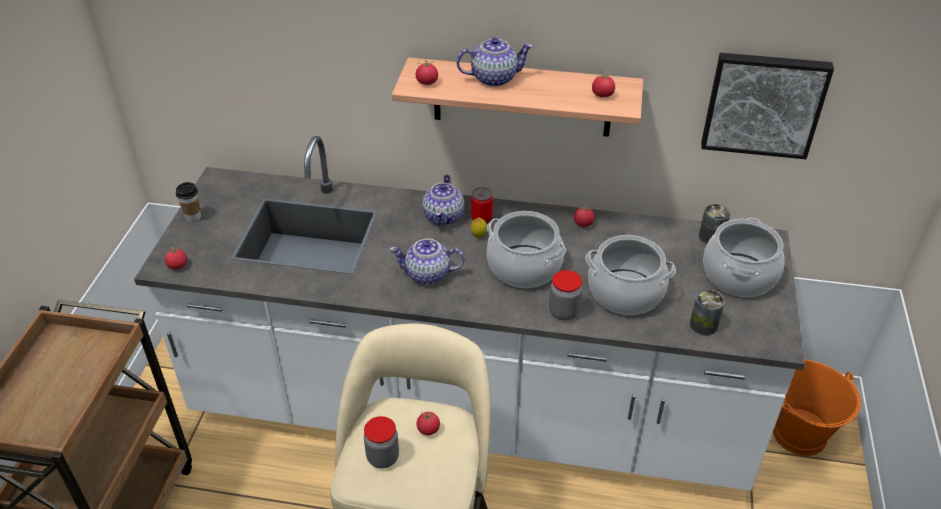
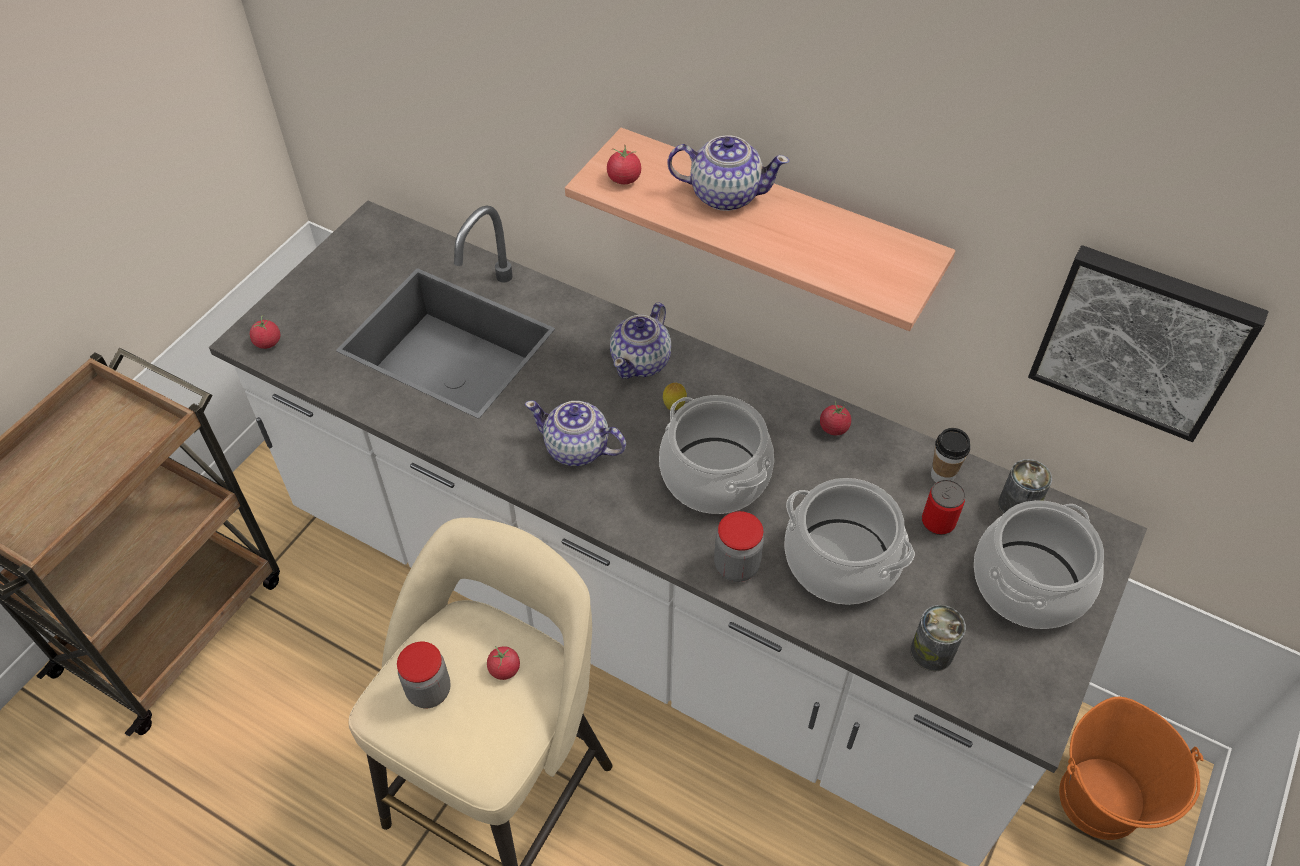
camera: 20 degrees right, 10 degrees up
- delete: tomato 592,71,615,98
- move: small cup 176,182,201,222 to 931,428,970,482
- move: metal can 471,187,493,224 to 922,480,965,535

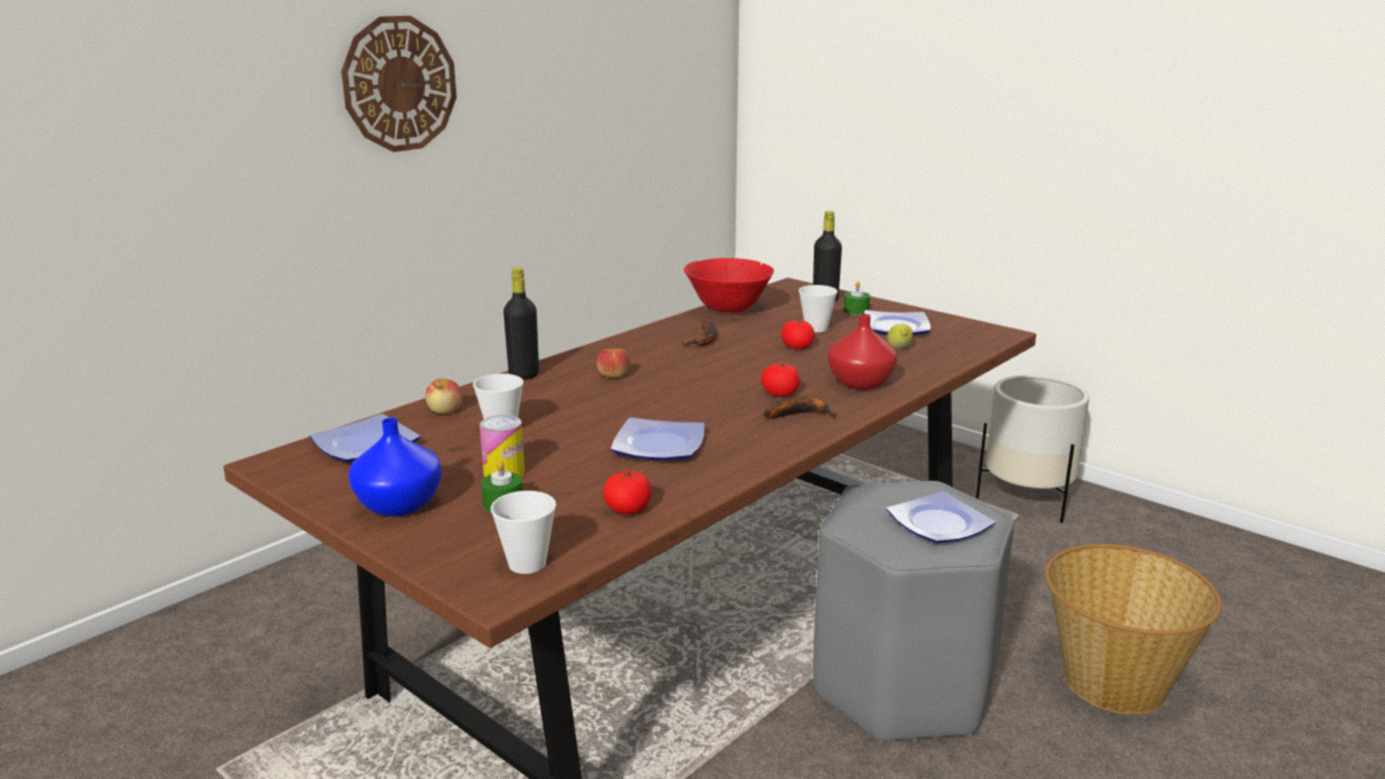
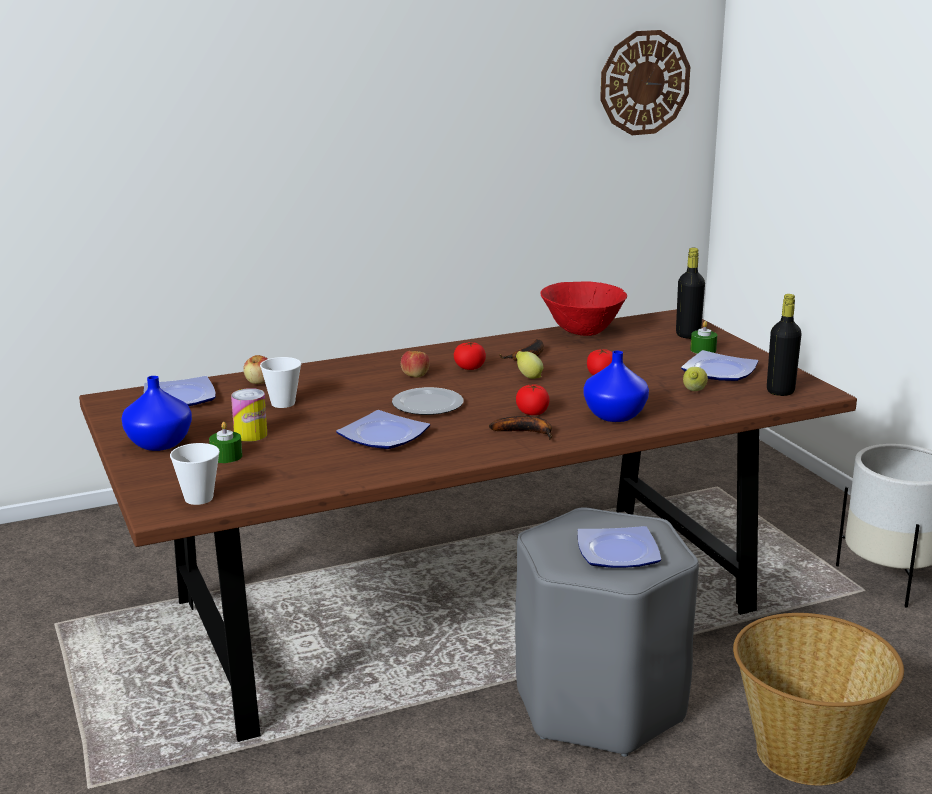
camera: 25 degrees right, 0 degrees up
- delete: small cup 799,285,838,332
- insert: flat dish 392,387,463,415
- insert: whole lemon 516,351,543,379
- move: wall clock 341,16,457,152 to 600,30,690,135
- move: black-coloured drink bottle 503,268,539,380 to 767,294,802,396
- move: tomato 603,470,652,515 to 454,342,486,370
- recolor: red vase 828,314,898,390 to bluish vase 584,351,649,422

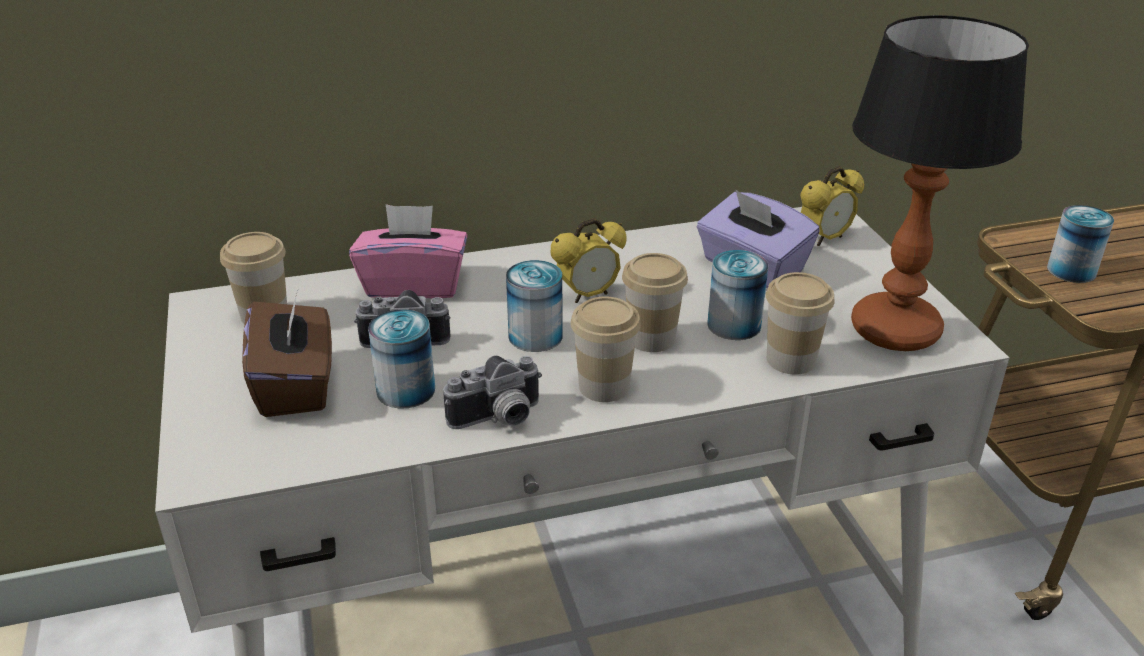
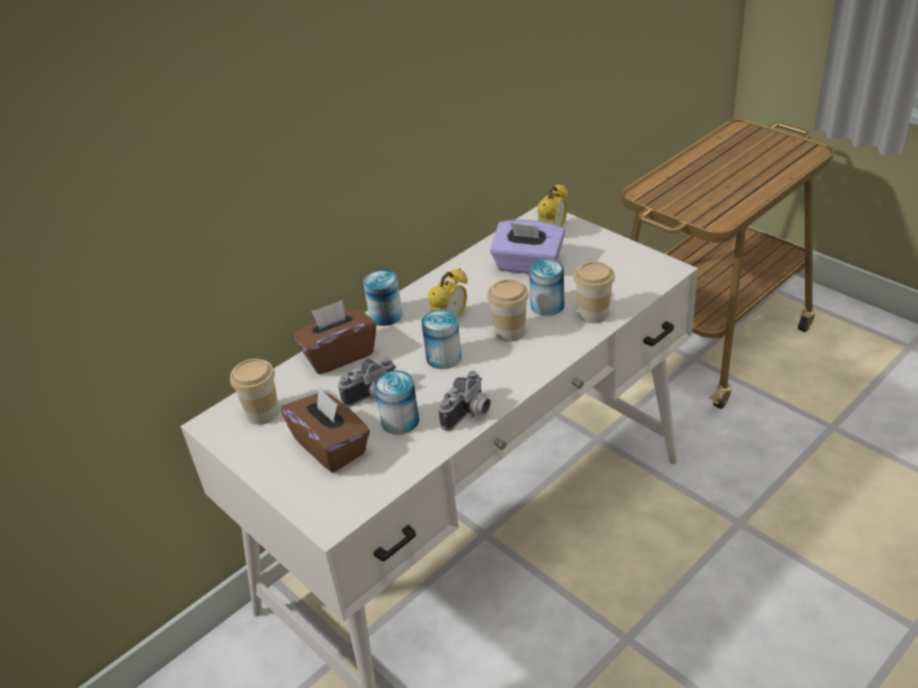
camera: 25 degrees left, 5 degrees up
- delete: small cup 570,296,641,402
- delete: lamp for a table 851,15,1029,351
- move: metal can 1047,205,1114,283 to 363,270,403,326
- recolor: pinkish box of tissues 349,204,467,298 to brownish box of tissues 293,300,376,374

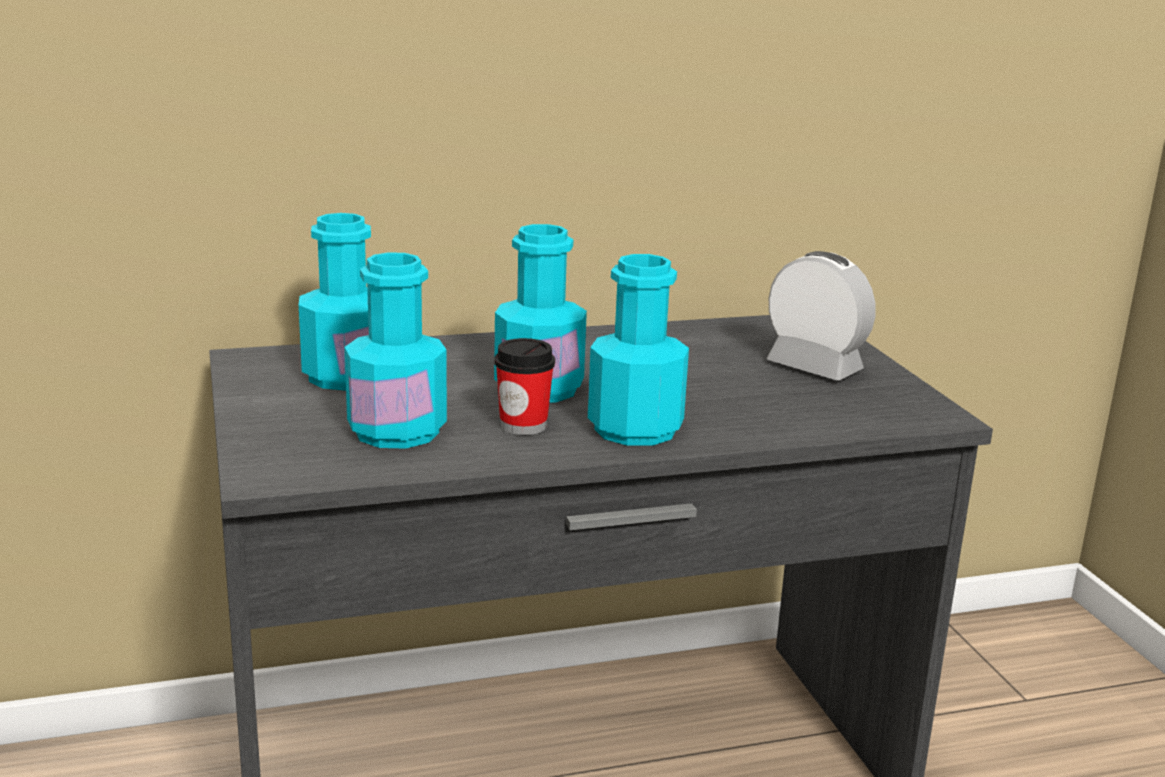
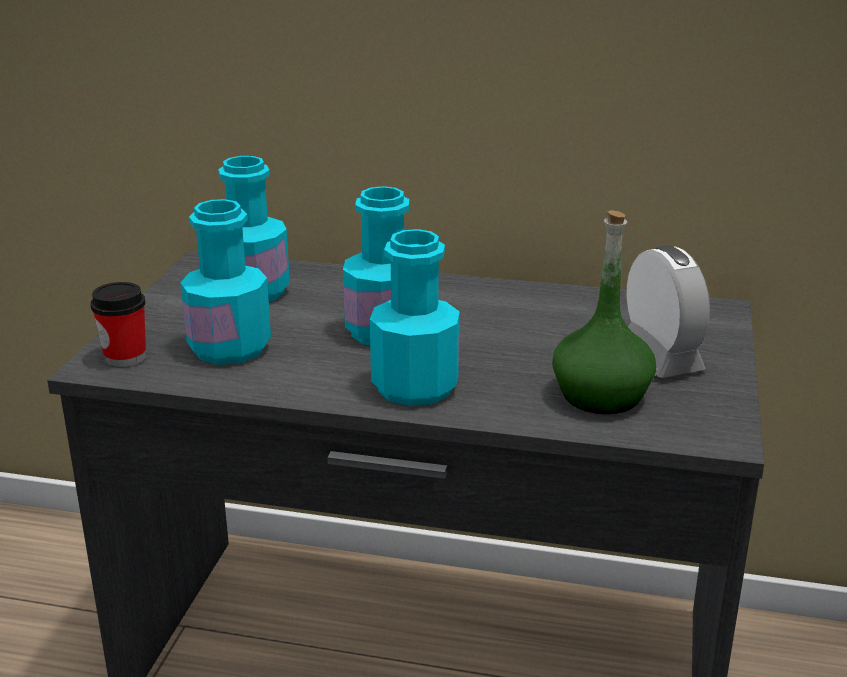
camera: 30 degrees right, 5 degrees up
- insert: green-coloured drink bottle 552,210,656,414
- move: small cup 494,338,555,435 to 90,282,146,367

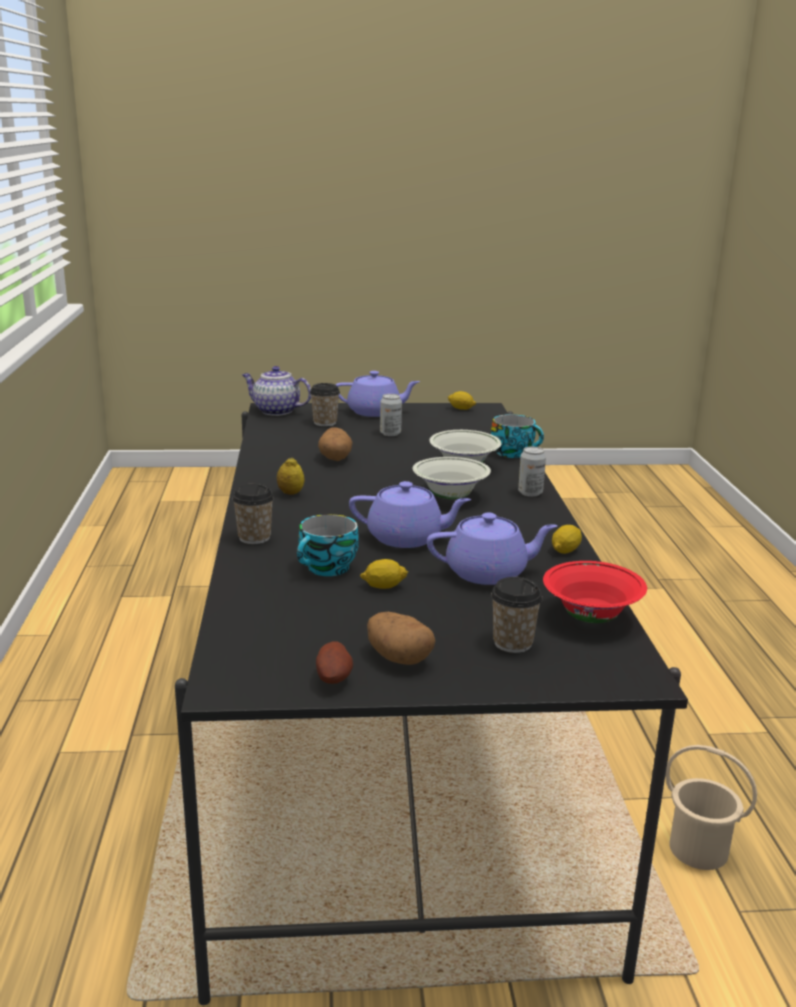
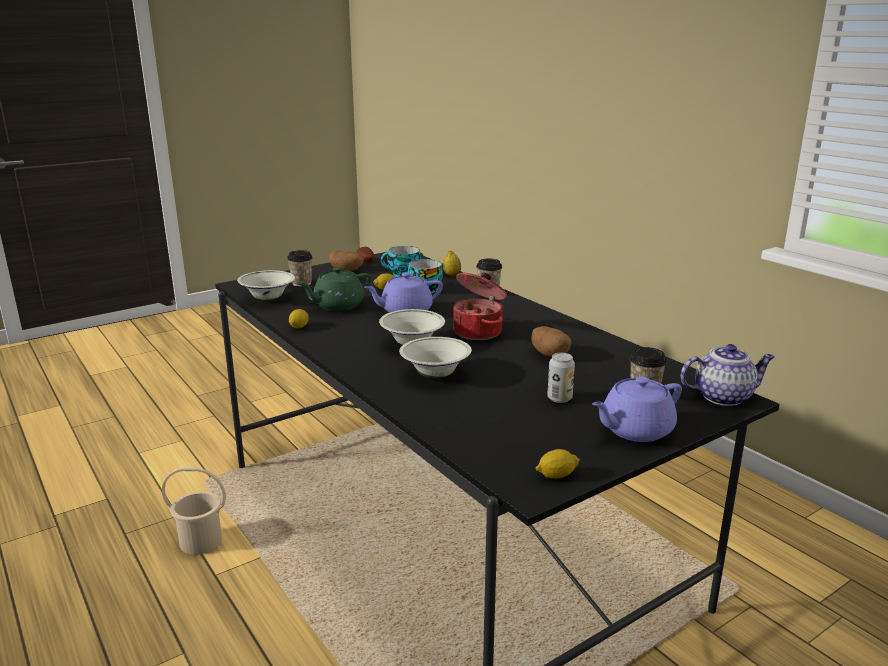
camera: 150 degrees right, 0 degrees up
- delete: metal can 518,446,546,497
- insert: saucepot 453,273,507,340
- move: whole lemon 277,458,305,495 to 443,251,461,276
- move: small cup 491,414,544,458 to 381,246,421,277
- recolor: purple-coloured teapot 427,513,558,585 to green-coloured teapot 298,267,371,311
- recolor: red deep dish 543,561,647,623 to white deep dish 237,270,295,301

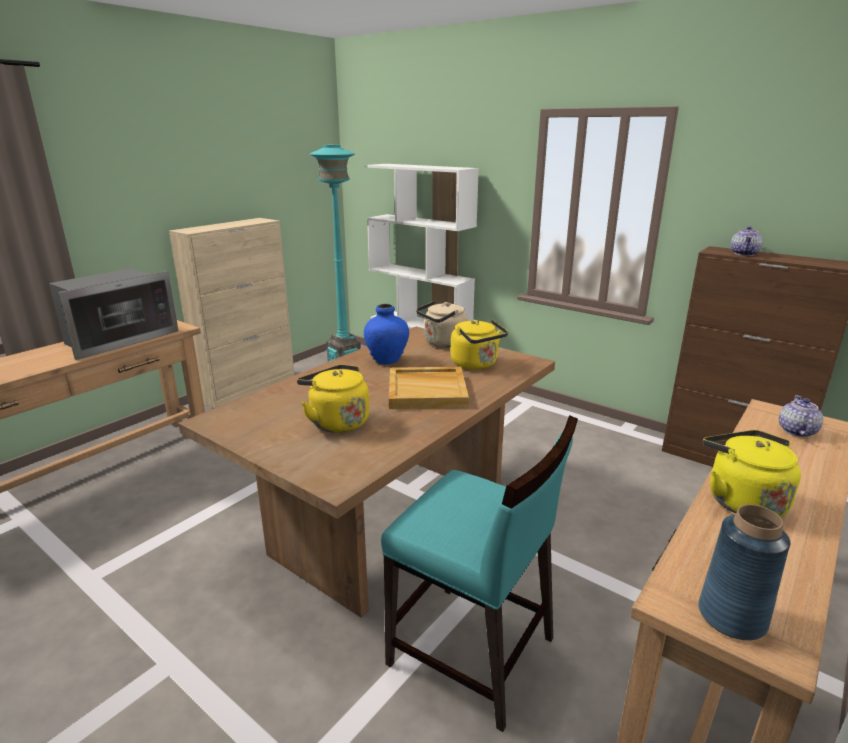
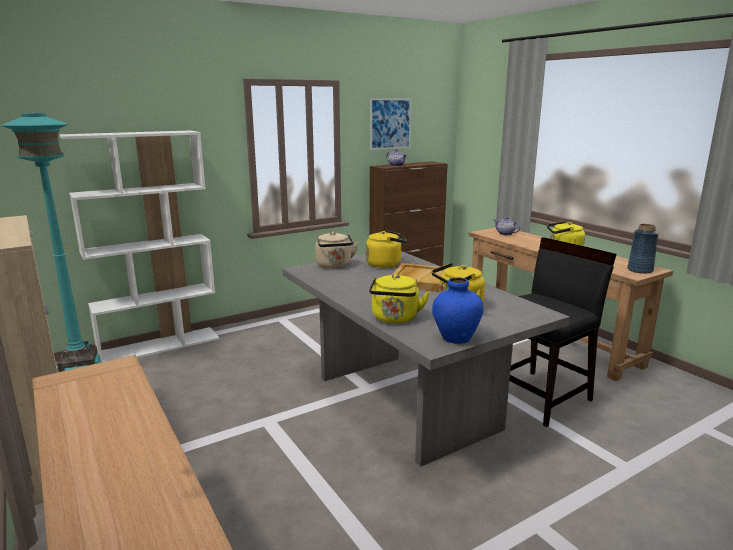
camera: 70 degrees left, 5 degrees down
- delete: microwave oven 49,268,179,360
- insert: yellowish kettle 369,274,430,324
- insert: wall picture 370,98,411,150
- move: bluish vase 364,304,409,365 to 432,278,483,344
- recolor: brownish dinner table 178,327,555,618 to gray dinner table 282,251,570,467
- recolor: turquoise plain chair 381,415,578,732 to black-coloured plain chair 510,237,617,427

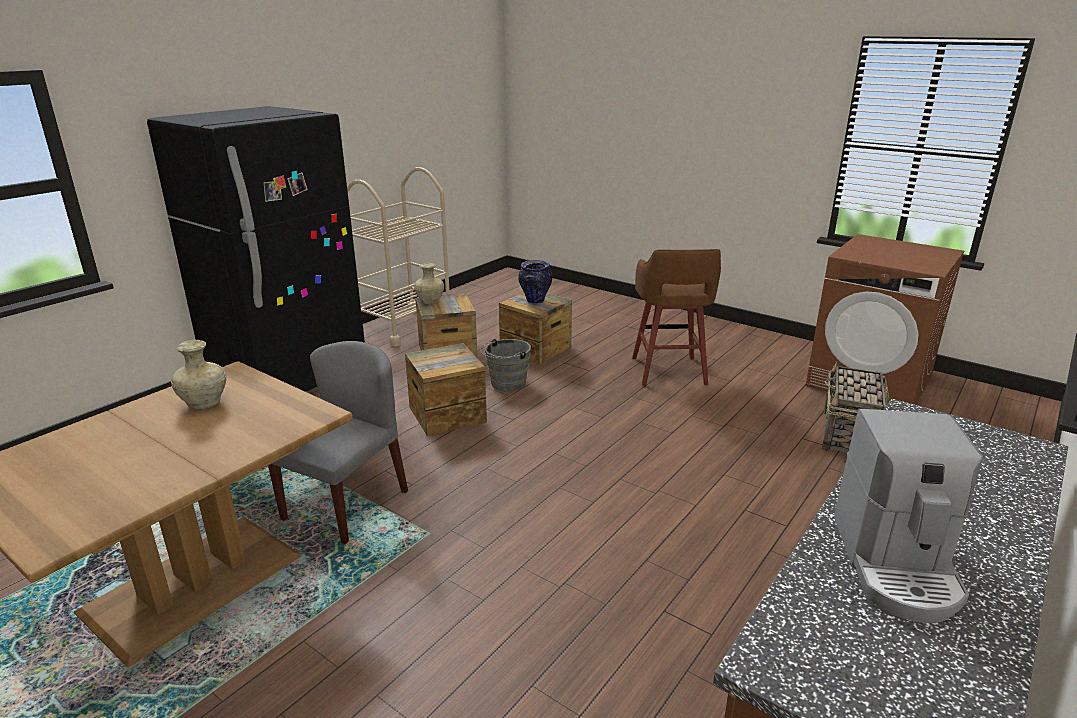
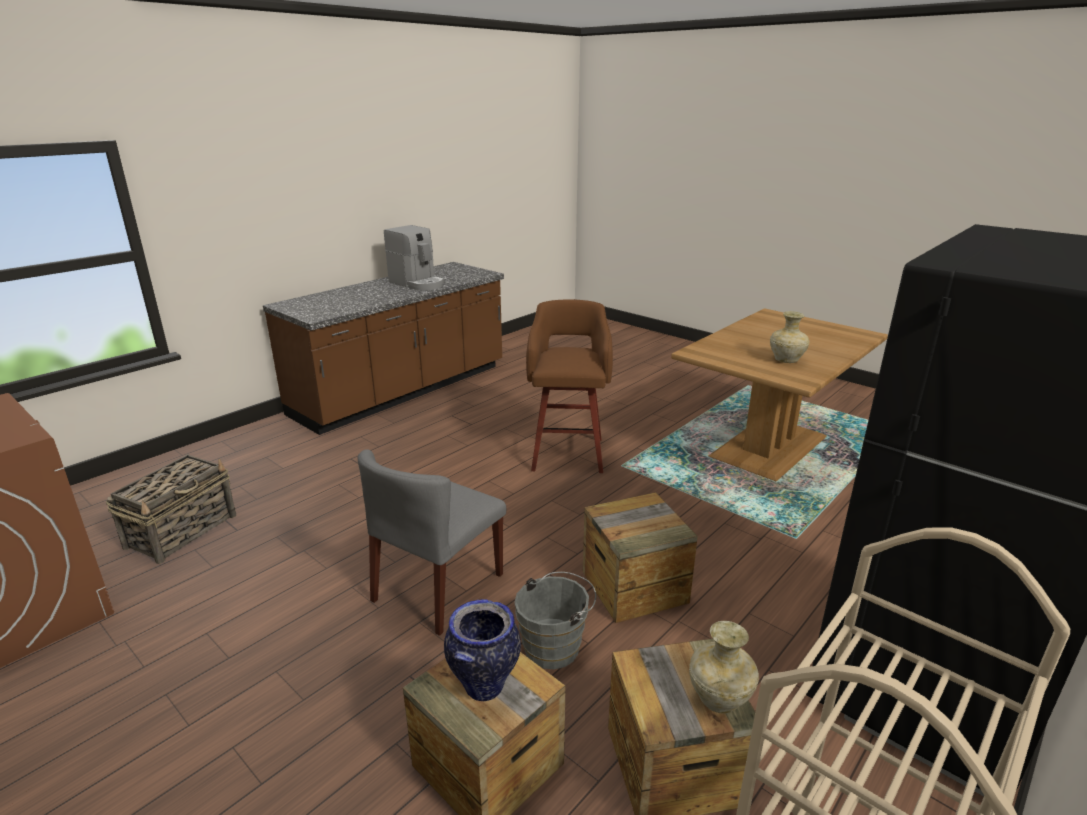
camera: 175 degrees left, 0 degrees up
- move: gray plain chair 268,341,408,544 to 358,449,506,636
- move: brownish stool seat 632,249,721,386 to 526,299,613,473
- rotate: coffee maker 834,409,983,623 = 384,225,444,290 120 degrees clockwise

